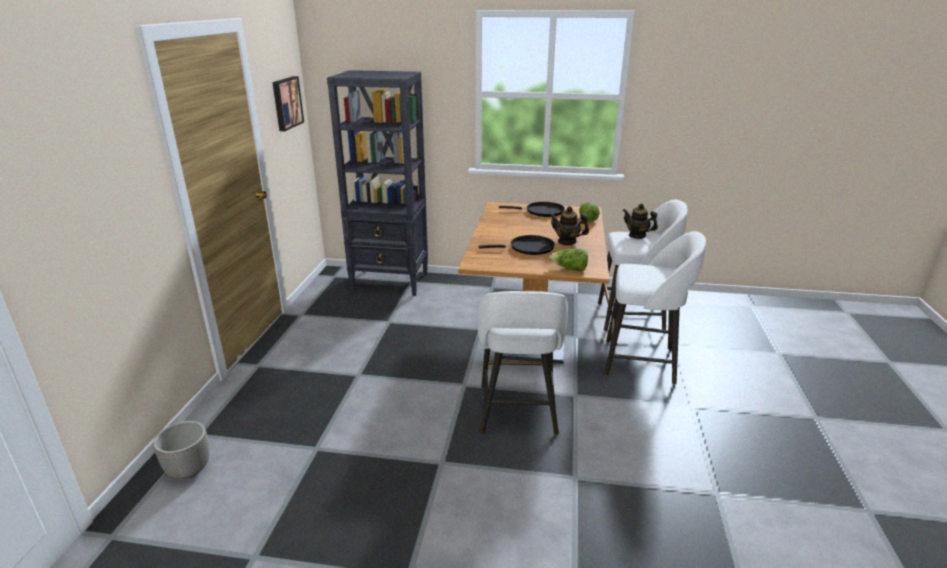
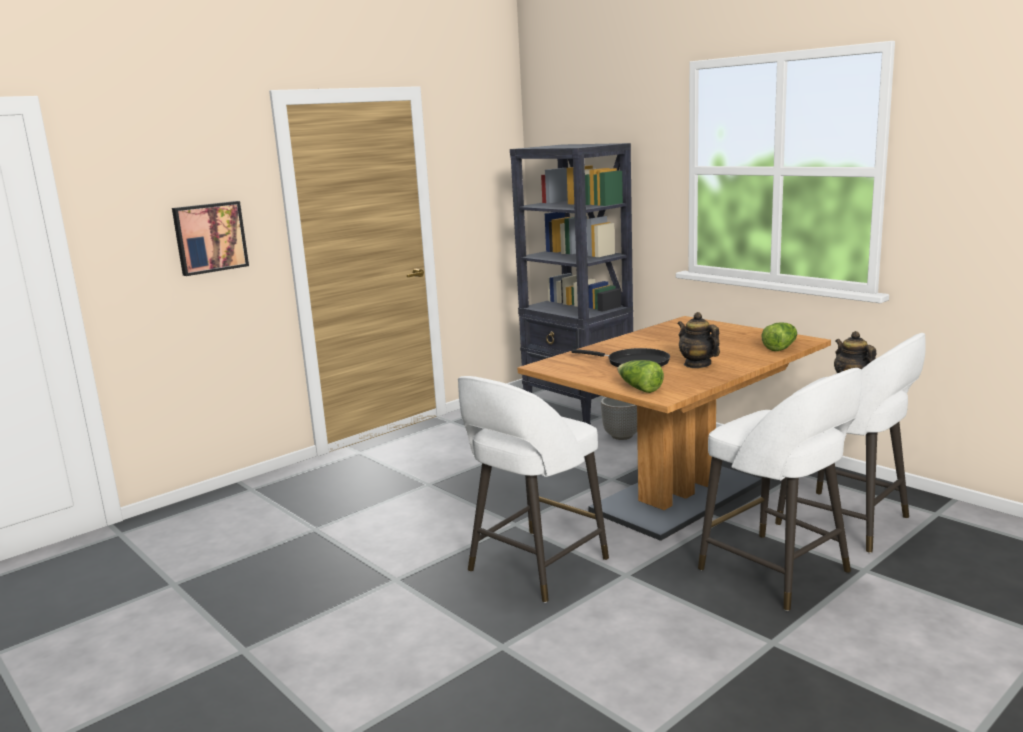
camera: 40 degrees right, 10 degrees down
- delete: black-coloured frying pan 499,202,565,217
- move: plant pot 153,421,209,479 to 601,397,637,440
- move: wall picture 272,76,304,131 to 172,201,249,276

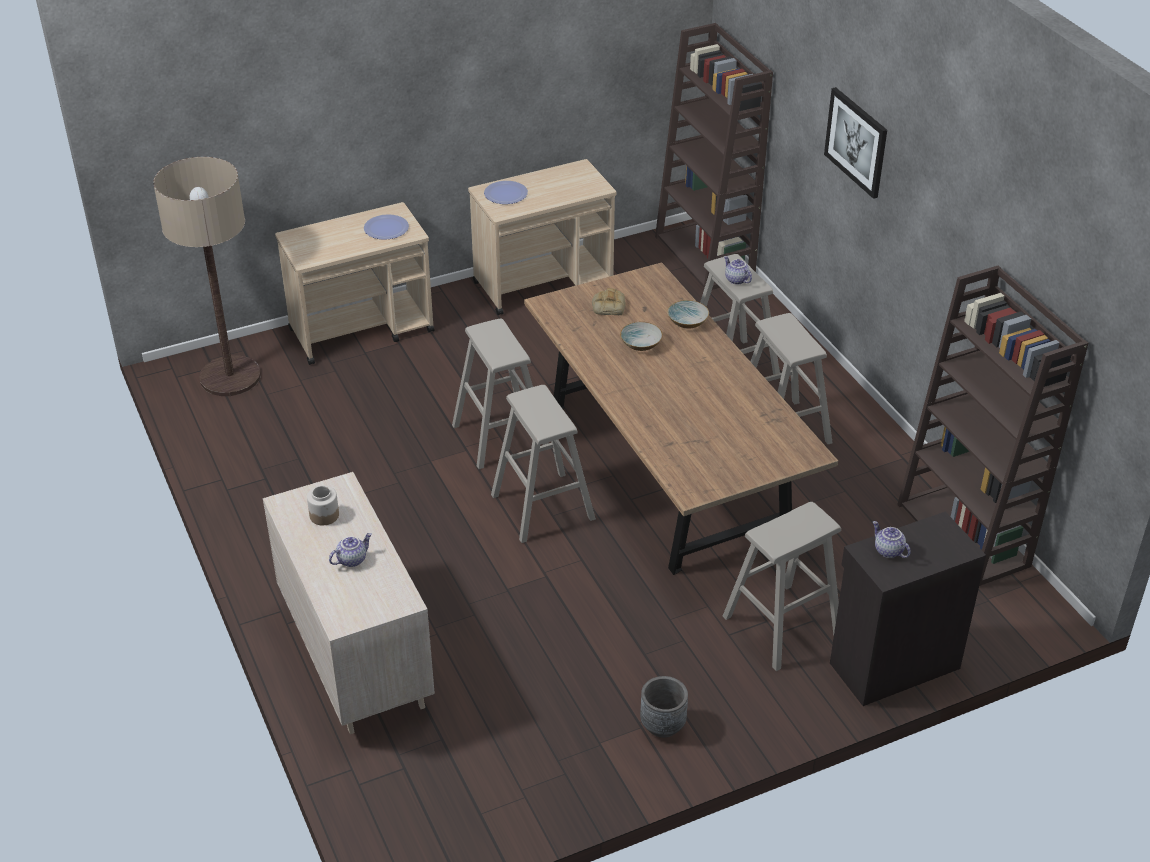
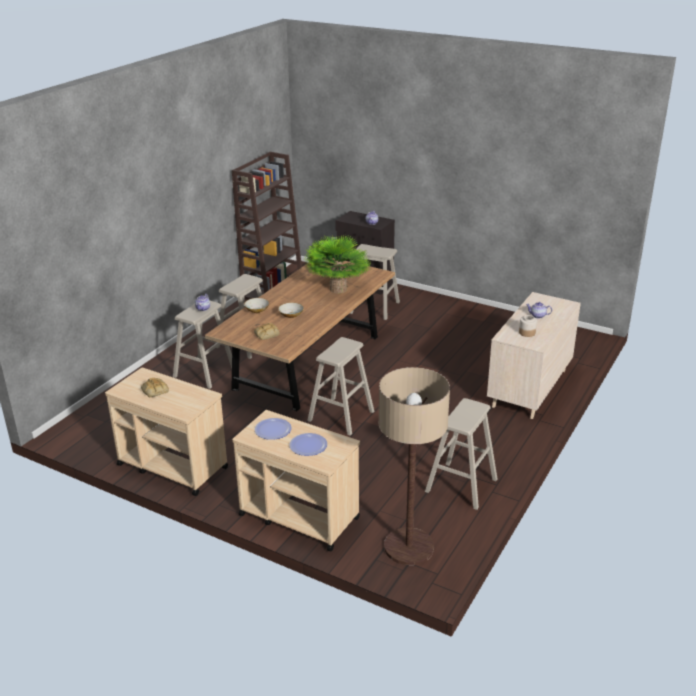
camera: 125 degrees left, 10 degrees down
- delete: gray plant pot 640,676,688,738
- delete: brownish bookshelf 655,23,773,290
- delete: wall picture 824,87,887,199
- insert: bread 141,378,169,397
- insert: potted plant 304,235,370,293
- move: flat dish 484,181,528,204 to 289,433,327,456
- move: sand-coloured stool seat 491,385,596,543 to 425,398,497,510

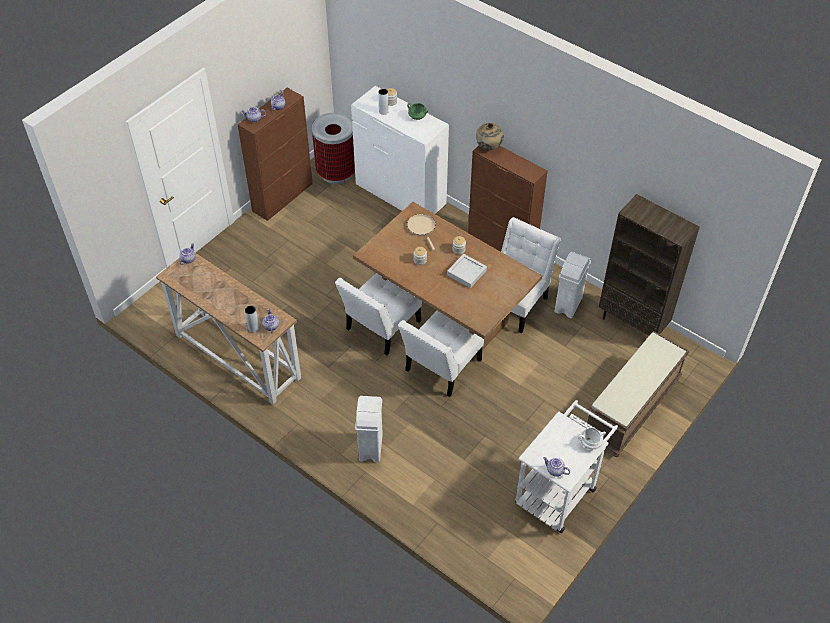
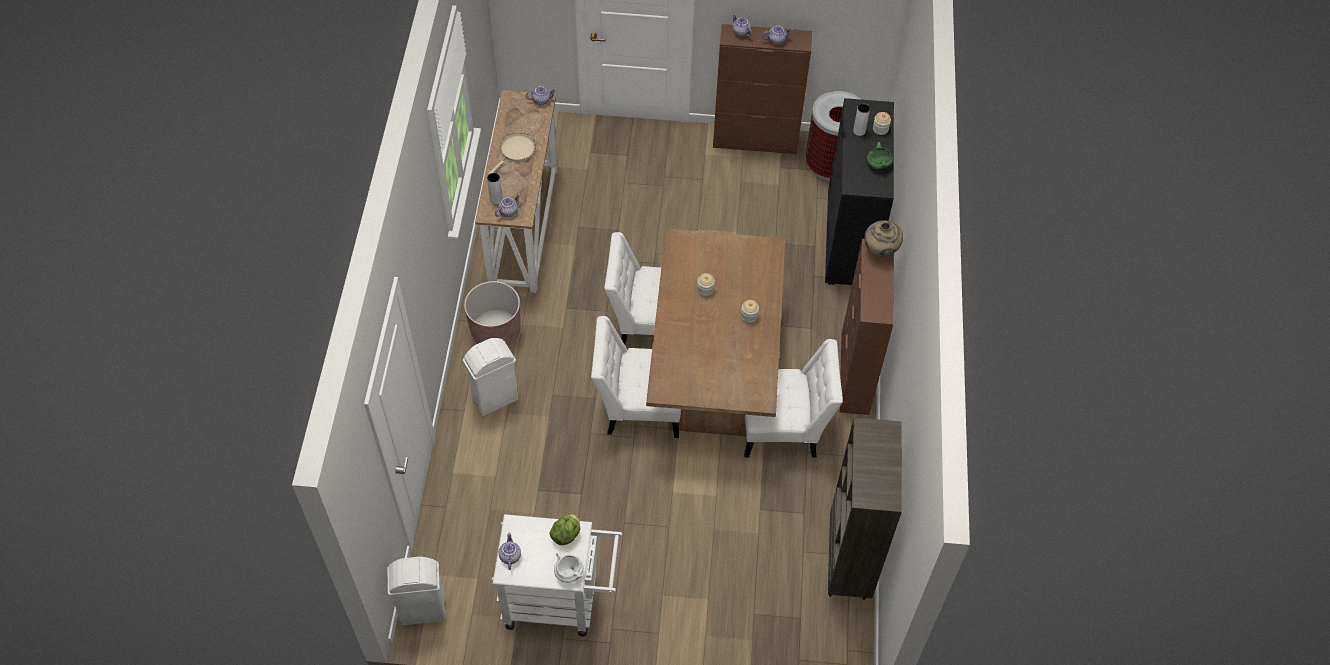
camera: 55 degrees right, 5 degrees up
- delete: gray serving tray 447,254,487,288
- delete: brownish indoor bench 587,331,690,457
- insert: brownish plant pot 464,281,521,346
- insert: lettuce head 549,514,580,545
- move: sand-coloured frying pan 407,214,436,250 to 488,133,536,174
- move: white trash can 555,252,591,318 to 387,557,446,625
- recolor: white dresser 351,86,449,214 to black-coloured dresser 825,98,894,285

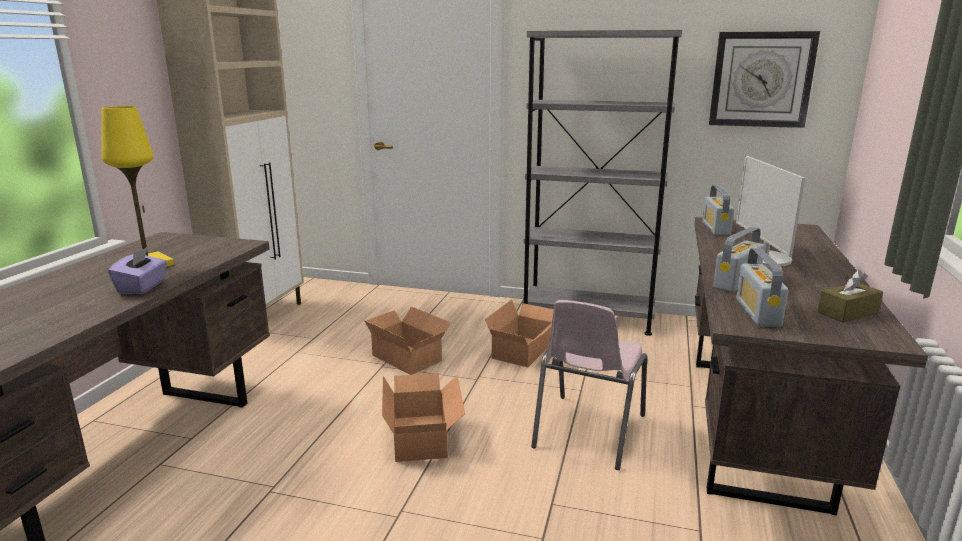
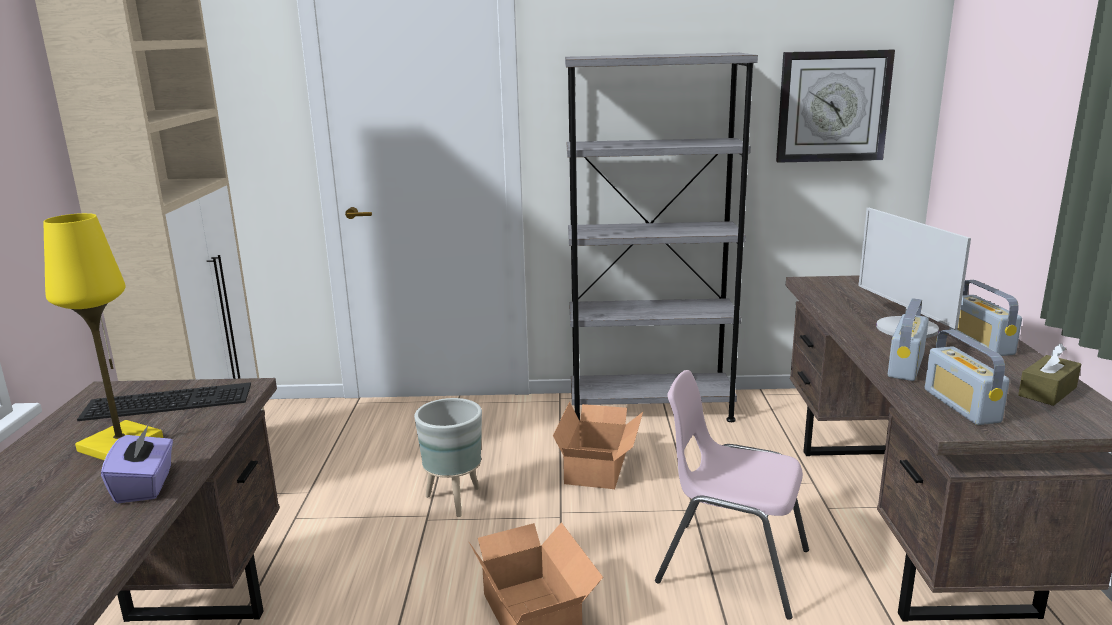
camera: 15 degrees left, 0 degrees up
- insert: PC keyboard 77,382,251,421
- move: radio receiver 702,185,734,236 to 949,280,1022,356
- replace: carton 364,307,451,375 to gray plant pot 414,398,482,517
- rotate: pinkish plain chair 531,300,647,470 = 655,370,809,620 105 degrees clockwise

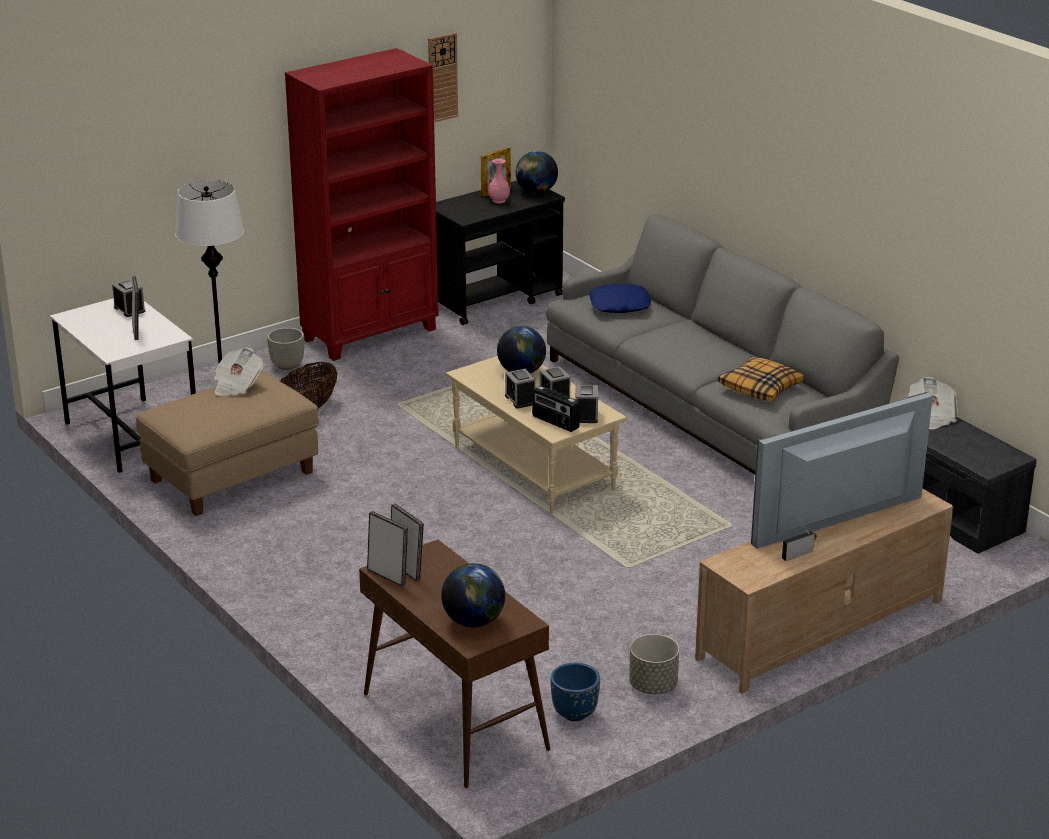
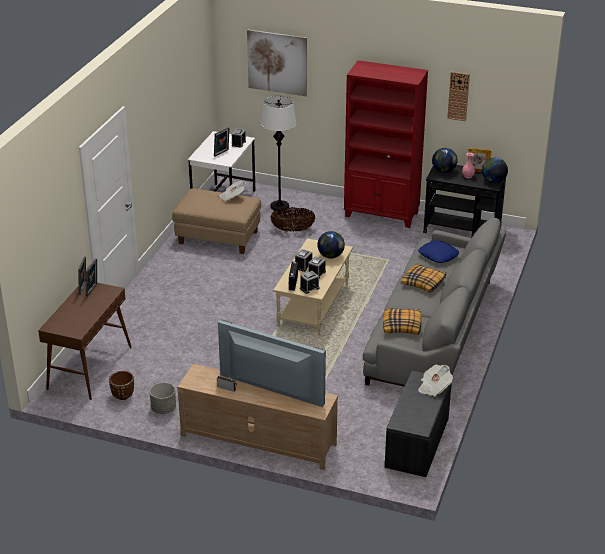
camera: 55 degrees right, 5 degrees up
- delete: gray plant pot 267,328,304,370
- insert: wall picture 247,30,307,96
- insert: throw pillow 401,264,446,293
- move: globe 441,563,505,627 to 432,148,458,173
- recolor: bluish plant pot 550,663,600,721 to brownish plant pot 109,371,134,400

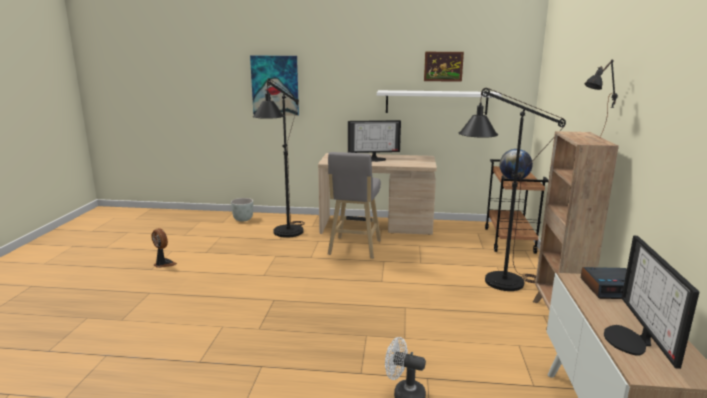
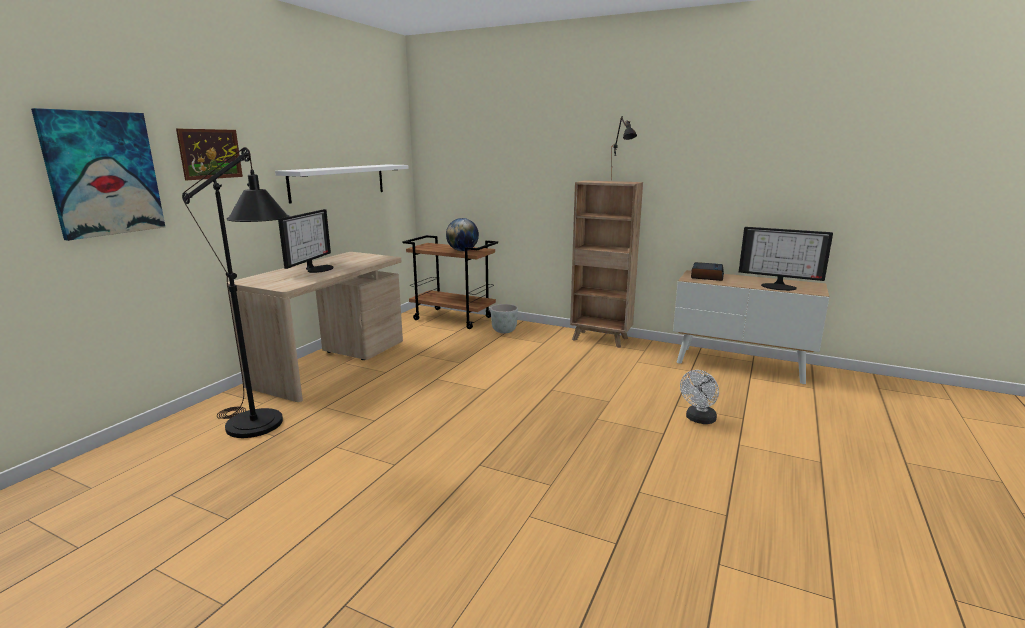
camera: 70 degrees left, 0 degrees up
- delete: cooling fan 151,228,177,268
- delete: gray stool seat 328,152,381,259
- delete: black-coloured standing lamp 459,88,566,291
- move: gray plant pot 231,198,253,221 to 490,304,518,333
- move: wall picture 424,52,464,82 to 176,129,243,180

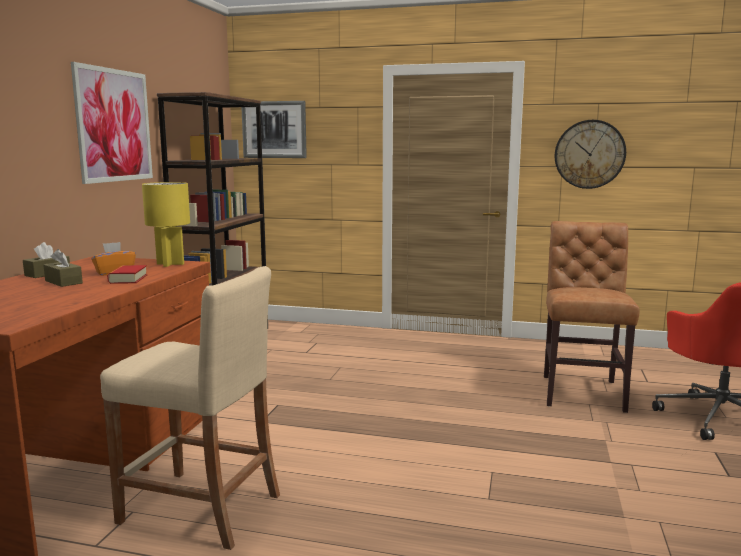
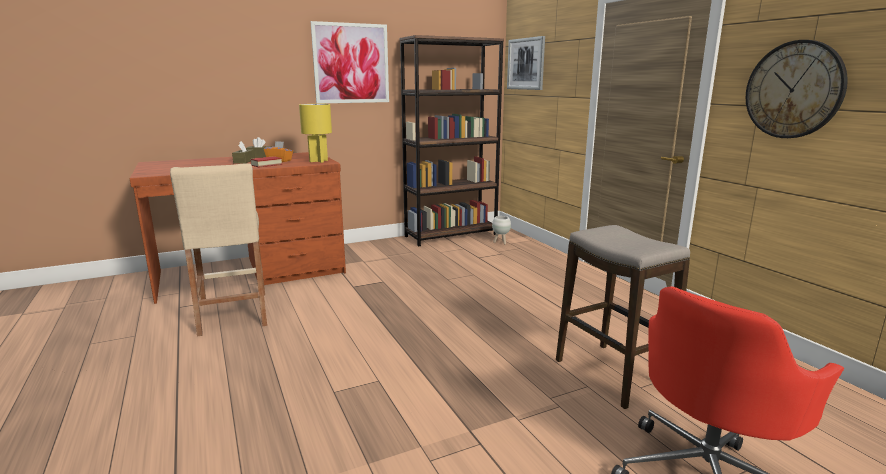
camera: 50 degrees right, 5 degrees up
- insert: white plant pot 492,216,511,244
- replace: brownish plain chair 544,221,639,413 to stool seat 556,225,690,409

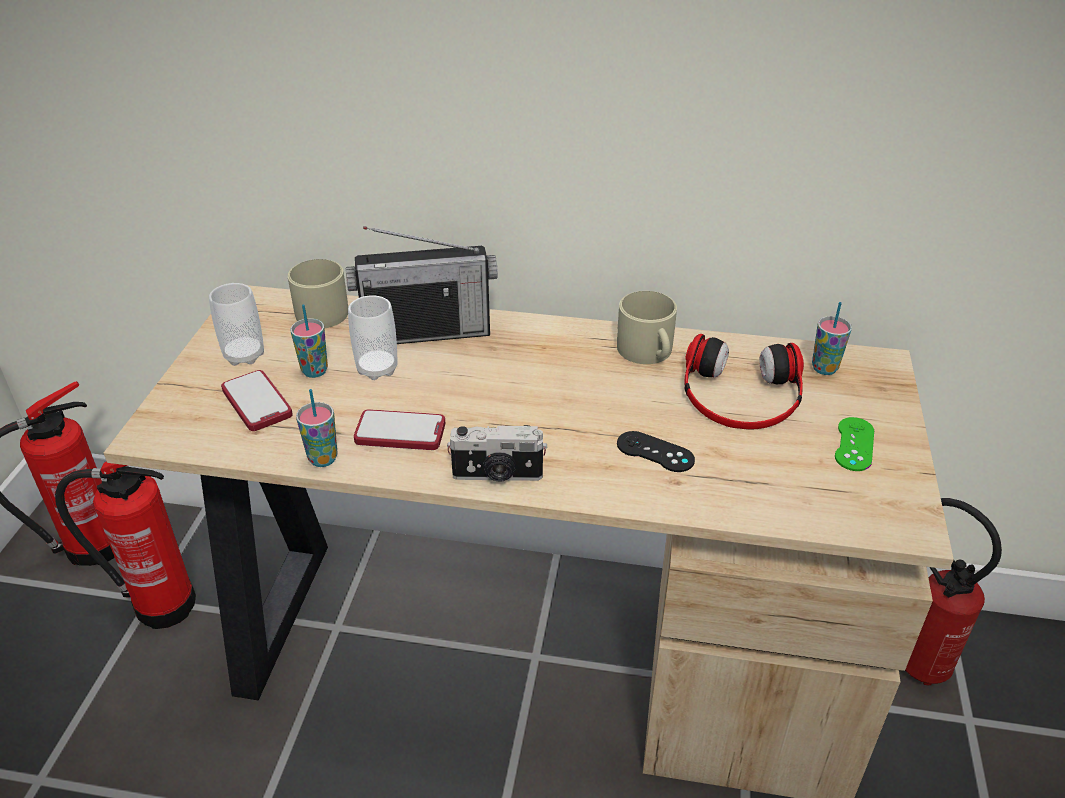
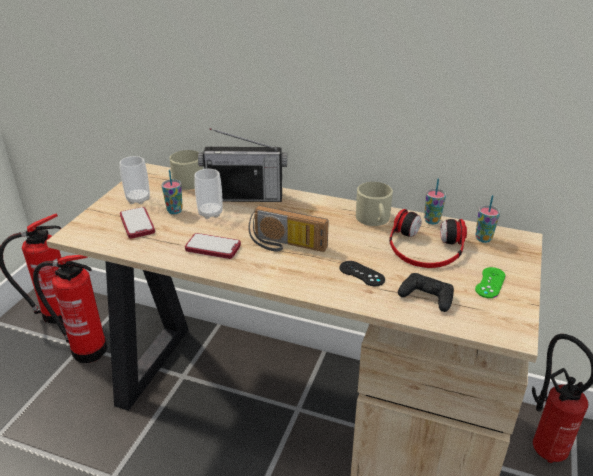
camera: 10 degrees right, 5 degrees down
- delete: still camera 447,425,547,482
- insert: radio receiver 249,205,329,252
- insert: black-coloured gamepad 398,273,454,312
- move: small cup 296,389,337,467 to 424,179,446,224

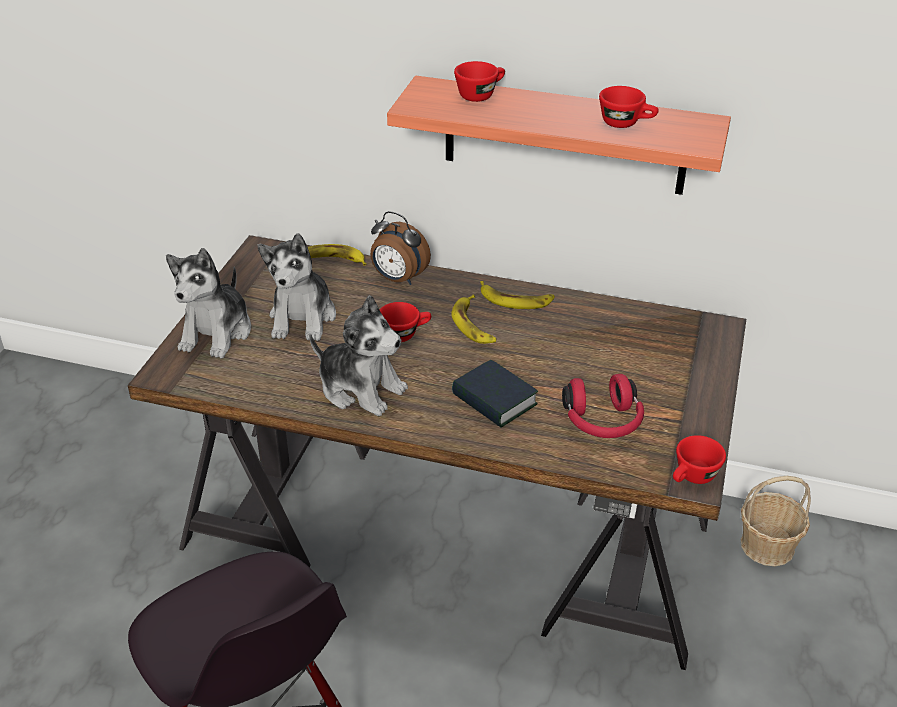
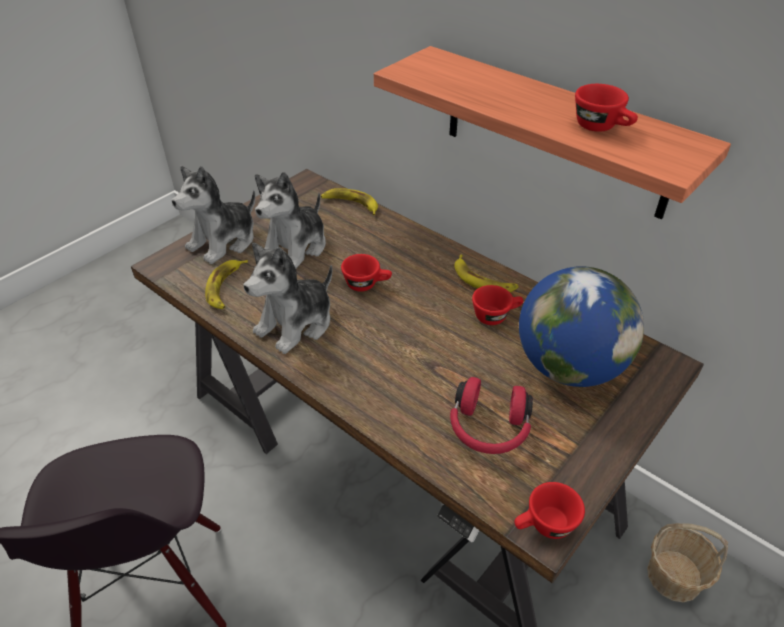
camera: 25 degrees right, 5 degrees up
- delete: bedside clock 370,211,431,285
- delete: volume 452,360,538,427
- insert: globe 519,266,644,387
- move: whole banana 451,295,496,344 to 205,260,248,309
- move: red small cup 454,61,505,102 to 472,285,523,325
- rotate: plush toy 309,295,408,416 = 243,243,332,354 75 degrees clockwise

